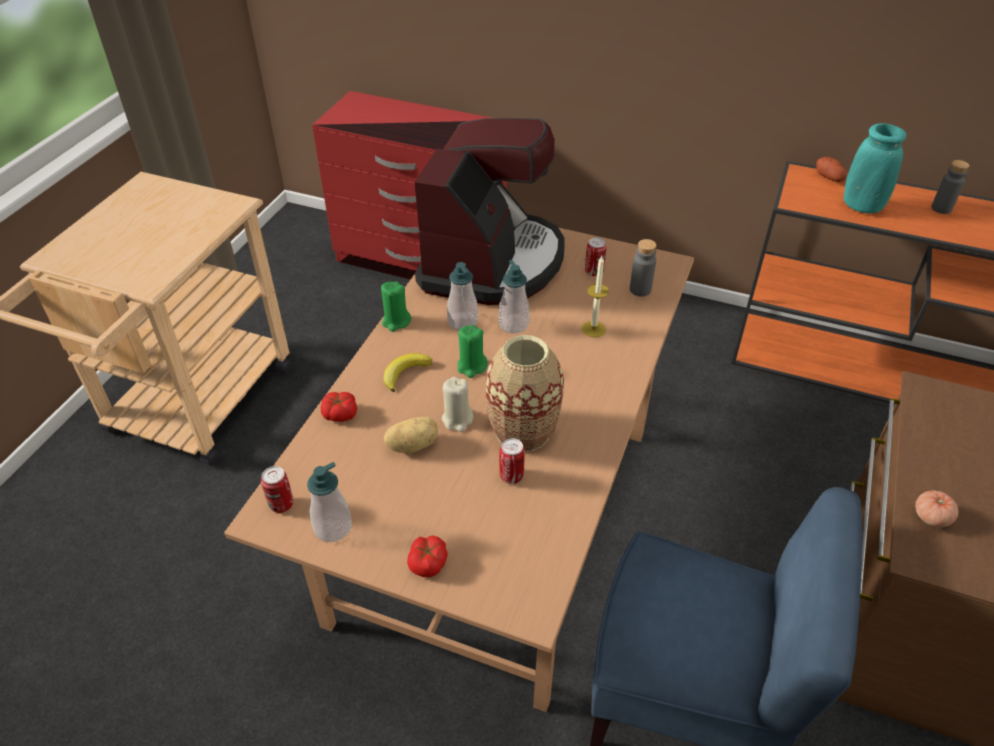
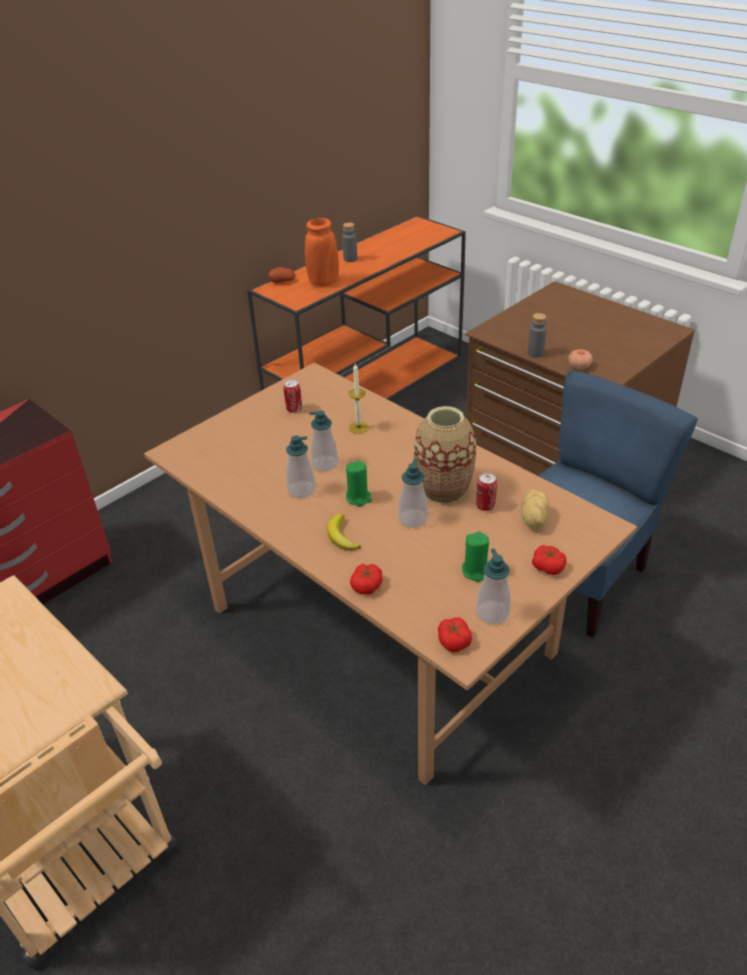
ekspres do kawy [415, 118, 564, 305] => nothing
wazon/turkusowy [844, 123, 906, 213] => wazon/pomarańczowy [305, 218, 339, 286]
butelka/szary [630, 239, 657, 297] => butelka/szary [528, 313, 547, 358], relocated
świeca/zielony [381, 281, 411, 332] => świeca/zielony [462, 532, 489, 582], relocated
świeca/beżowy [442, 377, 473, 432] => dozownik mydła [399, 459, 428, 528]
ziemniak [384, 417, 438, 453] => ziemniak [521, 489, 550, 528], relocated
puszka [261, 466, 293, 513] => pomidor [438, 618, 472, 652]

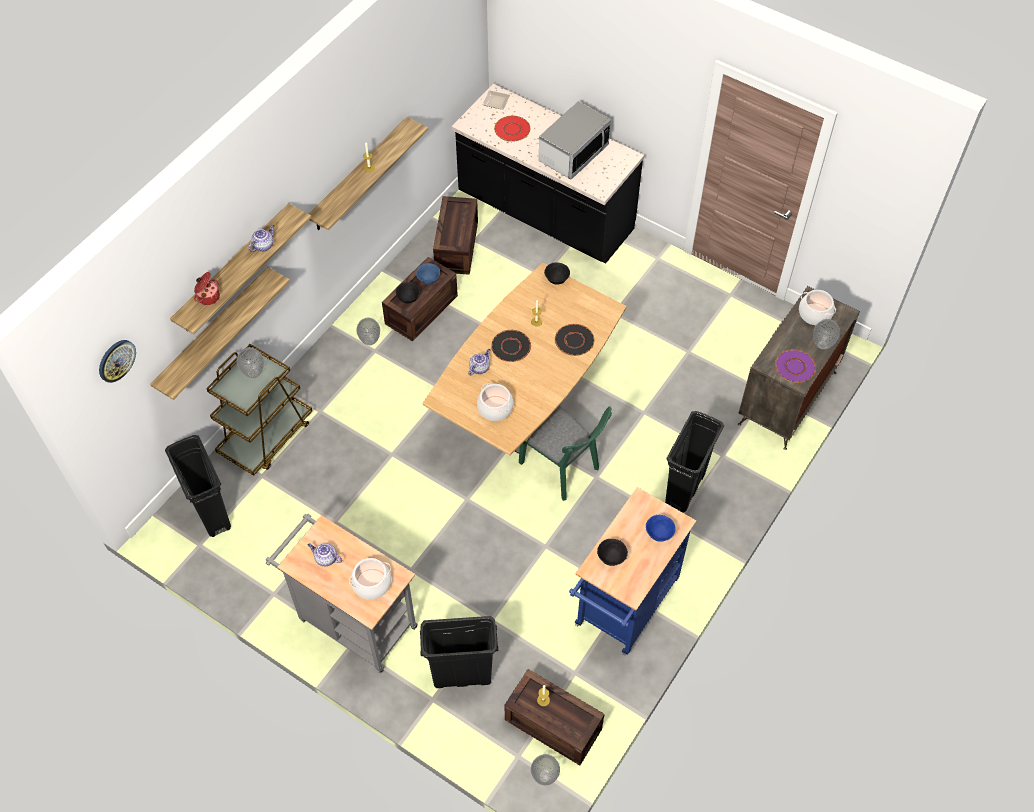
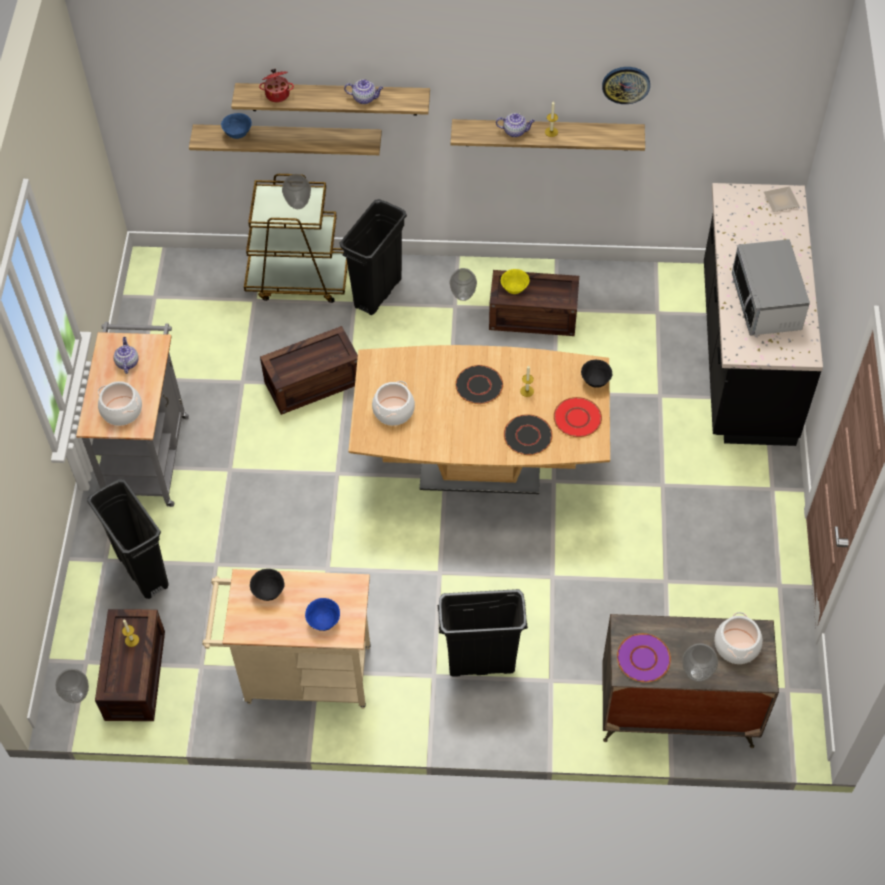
mikrofalówka [539, 101, 611, 179] => mikrofalówka [732, 239, 810, 336], 75 degrees clockwise
talerz/czerwony [494, 116, 530, 142] => talerz/czerwony [553, 397, 602, 437], relocated
skrzynka [433, 196, 478, 275] => skrzynka [260, 326, 358, 415], relocated
miska/niebieski [416, 263, 440, 285] => miska/niebieski [221, 113, 252, 139], relocated
miska/czarny [396, 282, 420, 303] => miska/żółty [501, 269, 530, 294]
zegar ścienny [99, 340, 136, 383] => zegar ścienny [602, 67, 650, 104], relocated
imbryk [468, 349, 490, 375] => imbryk [496, 113, 535, 137], relocated
krzesło/zielony [519, 406, 612, 501] => nothing
kosz na śmieci/czarny [165, 435, 231, 537] => kosz na śmieci/czarny [340, 199, 407, 315], relocated
wózek/niebieski [569, 487, 696, 655] => wózek/beżowy [202, 569, 370, 708]

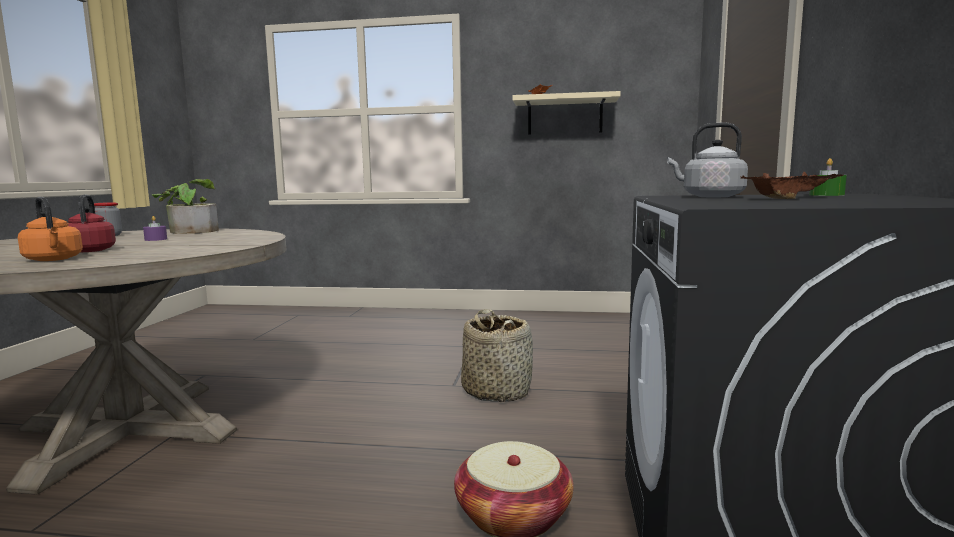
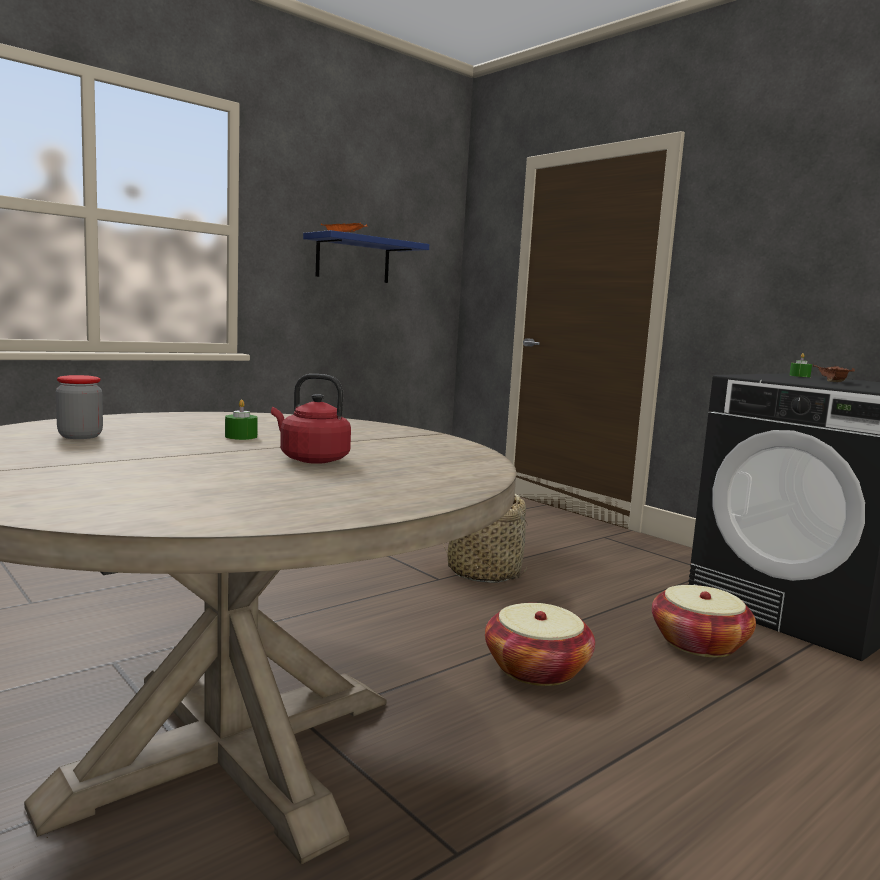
półka/beżowy [512, 91, 621, 135] => półka/niebieski [303, 230, 429, 283]
czajnik/szary [667, 122, 748, 197] => nothing
roślina doniczkowa [152, 179, 219, 234] => nothing
czajnik/pomarańczowy [18, 197, 83, 261] => nothing
świeca/fioletowy [143, 216, 167, 241] => świeca/zielony [225, 400, 258, 440]
nothing => koszyk [485, 603, 595, 686]

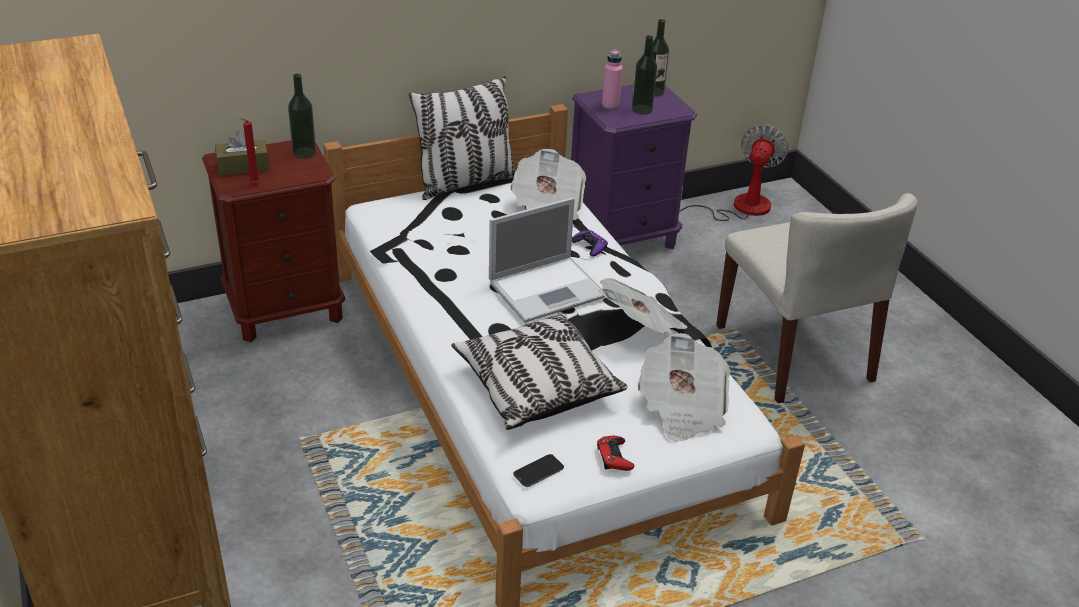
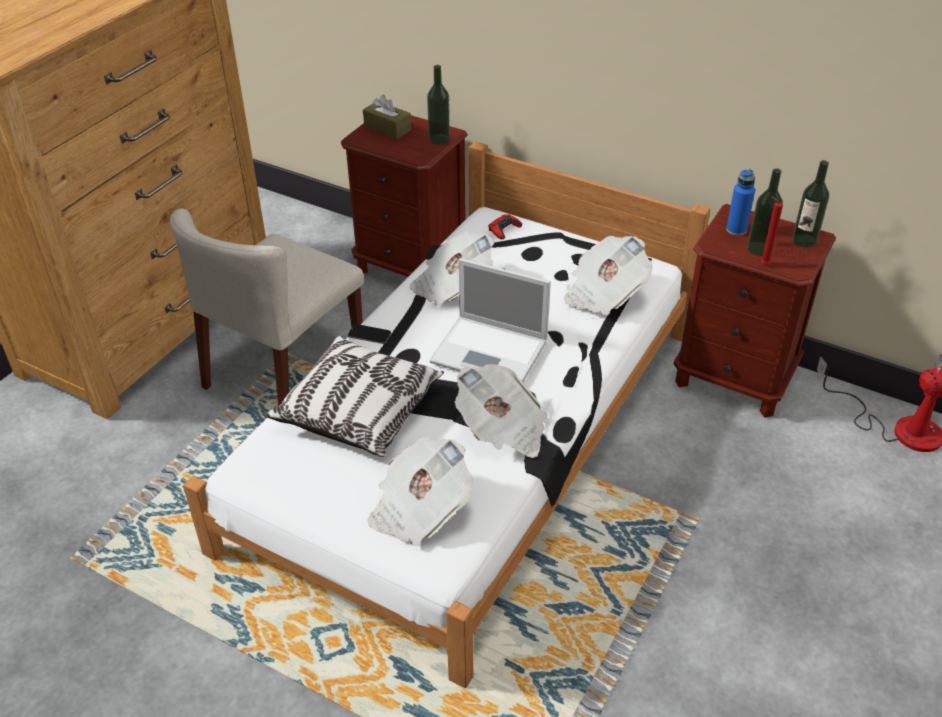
butelka/różowy [602, 49, 623, 110] => butelka/niebieski [726, 169, 755, 236]
poduszka [409, 76, 516, 200] => nothing
szafka nocna/fioletowy [571, 84, 697, 249] => szafka nocna/brązowy [674, 204, 836, 418]
świeca/czerwony [239, 118, 260, 184] => świeca/czerwony [761, 196, 783, 264], relocated
krzesło/beżowy [716, 193, 918, 403] => krzesło/beżowy [170, 209, 364, 406], relocated
pad do gier/fioletowy [572, 230, 608, 257] => nothing
pad do gier/czerwony [597, 436, 634, 471] => pad do gier/czerwony [489, 214, 522, 239], relocated
telefon [513, 454, 564, 487] => telefon [348, 324, 391, 344], relocated
nothing => gazeta [410, 231, 494, 306]

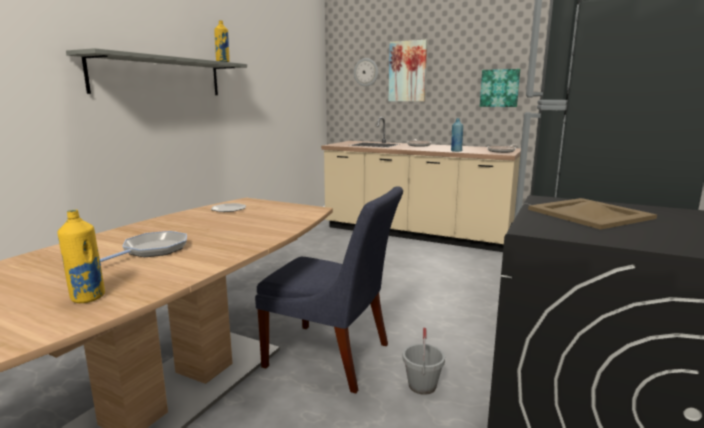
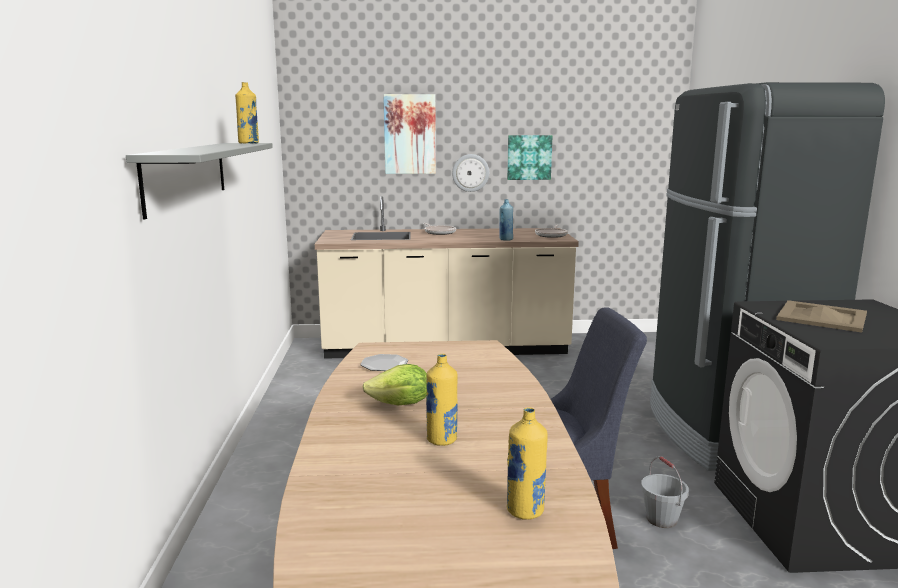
zegar ścienny [354, 58, 378, 86] => zegar ścienny [452, 154, 489, 192], relocated
patelnia [100, 231, 187, 262] => butelka/żółty [426, 354, 458, 446]
nothing => sałata [362, 364, 427, 405]

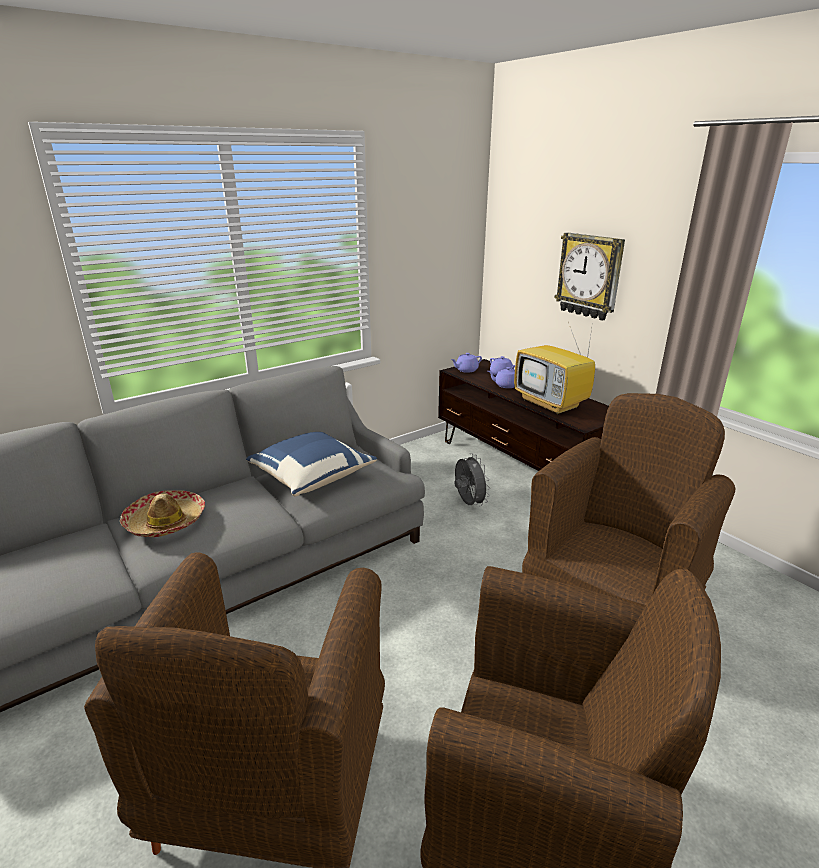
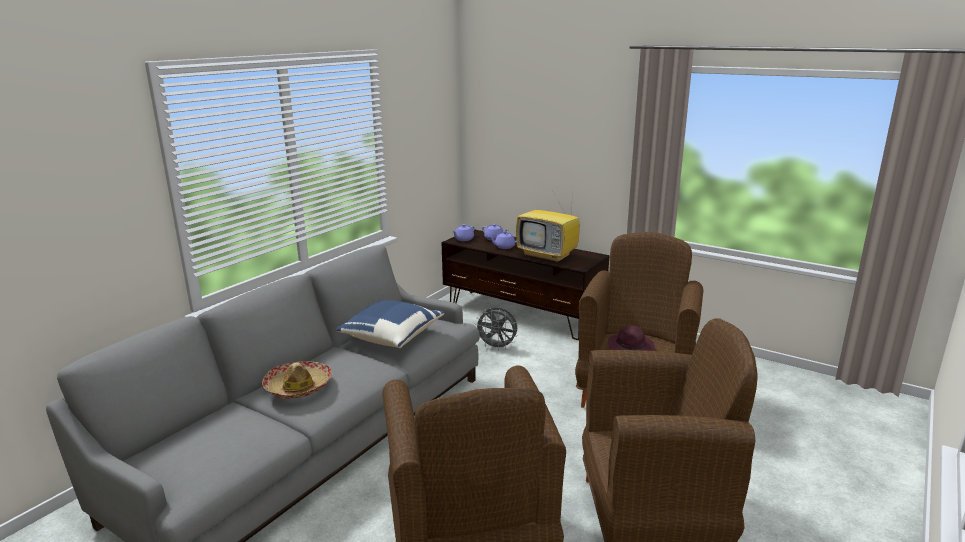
zegar ścienny [554, 232, 625, 321] => nothing
wentylator/szary [454, 453, 490, 507] => wentylator/szary [474, 308, 518, 350], 150 degrees clockwise
nothing => kapelusz/fioletowy [608, 326, 655, 351]

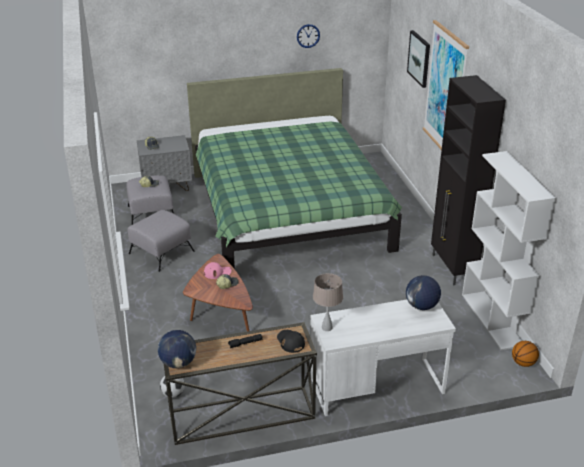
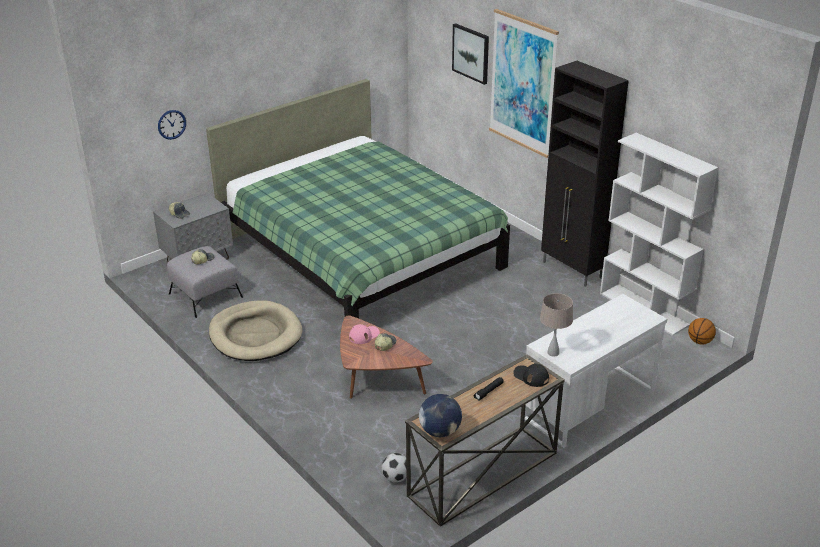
zegar ścienny [297, 24, 320, 48] => zegar ścienny [158, 110, 186, 140], relocated
pufa/szary [127, 210, 195, 272] => legowisko/beżowy [209, 301, 302, 361]
globus [406, 275, 441, 310] => nothing

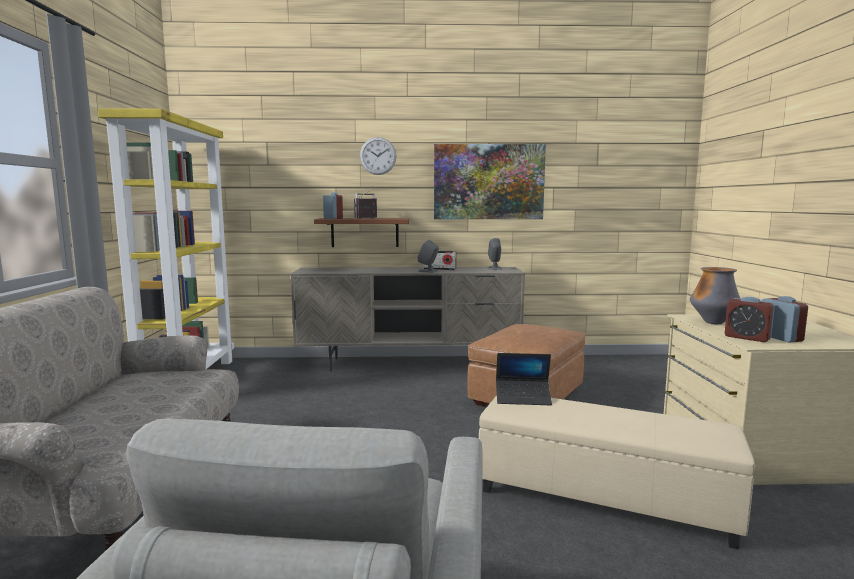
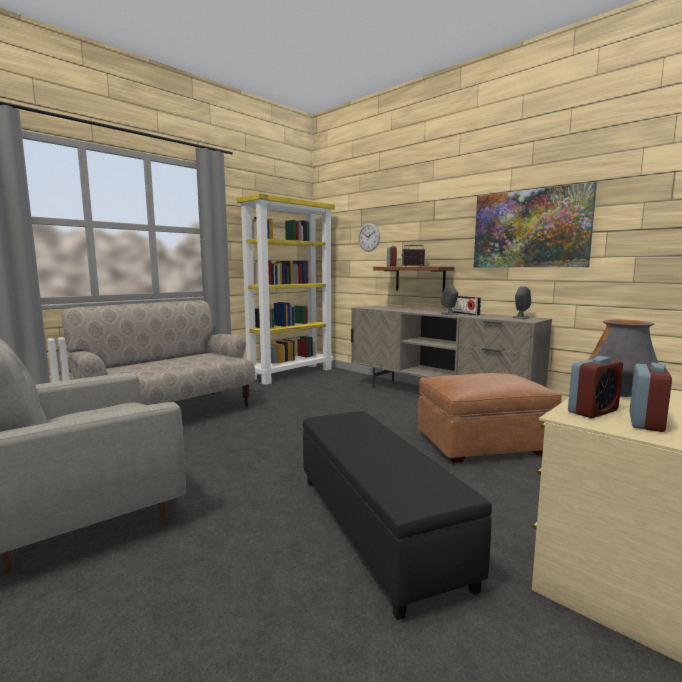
zegar ścienny [360, 137, 397, 175] => zegar ścienny [358, 223, 380, 252], relocated
budzik [725, 297, 775, 342] => budzik [568, 356, 623, 418], 120 degrees counterclockwise
laptop [496, 353, 552, 405] => nothing
pufa/beżowy [479, 395, 755, 549] => pufa/czarny [303, 411, 492, 620]

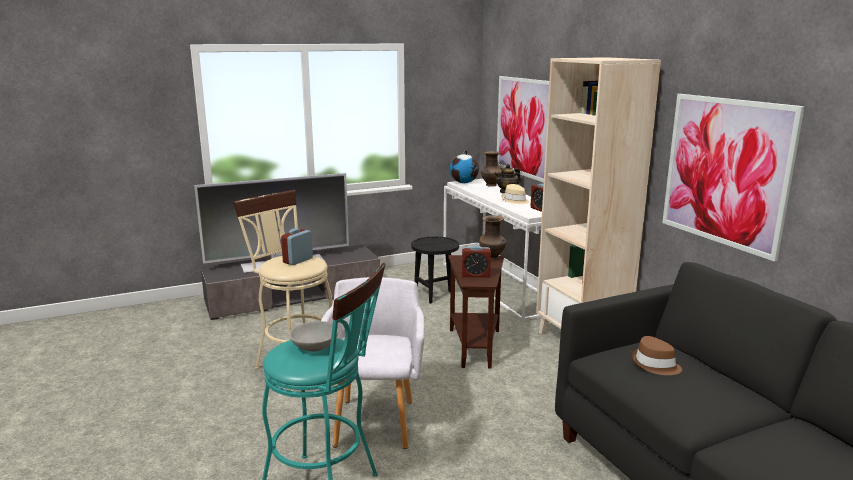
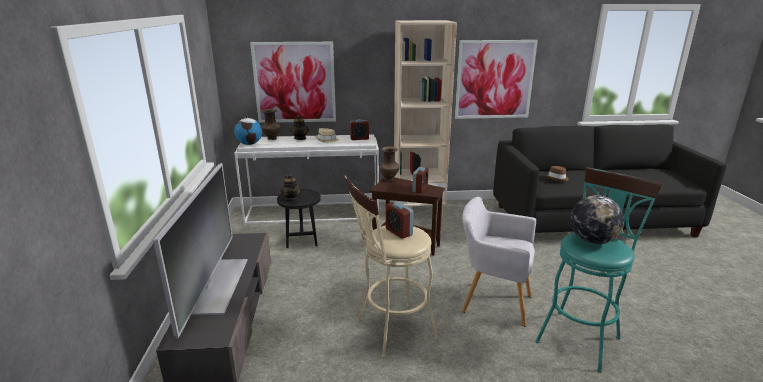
miska/szary [289, 321, 339, 352] => globus [570, 195, 624, 244]
nothing => imbryk [280, 174, 301, 202]

